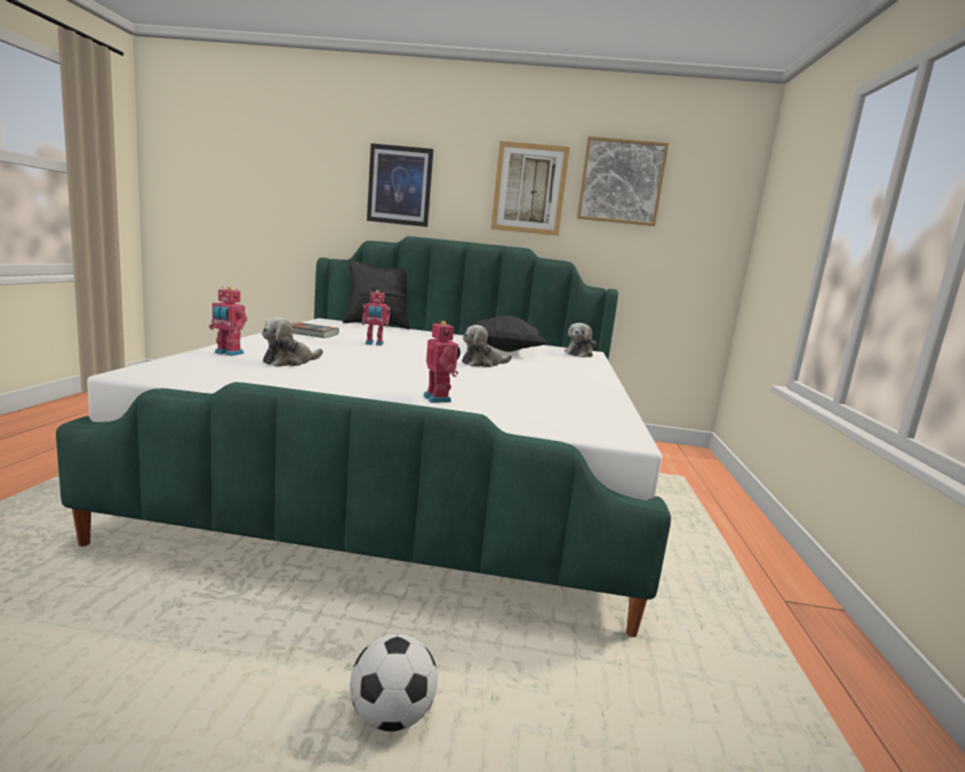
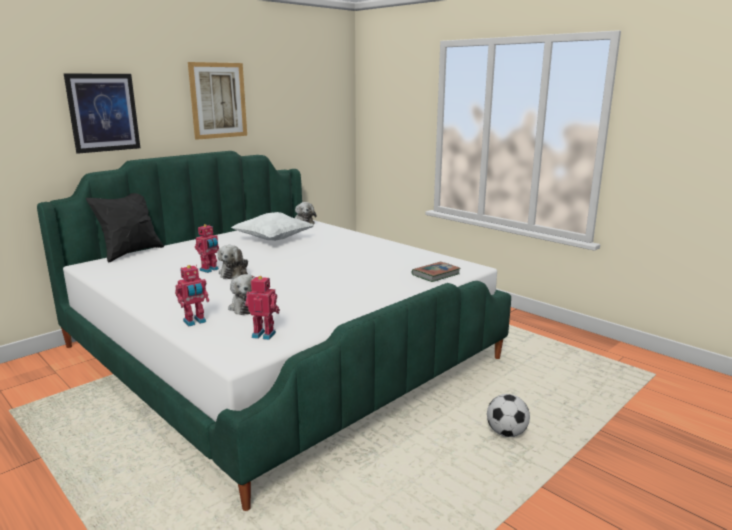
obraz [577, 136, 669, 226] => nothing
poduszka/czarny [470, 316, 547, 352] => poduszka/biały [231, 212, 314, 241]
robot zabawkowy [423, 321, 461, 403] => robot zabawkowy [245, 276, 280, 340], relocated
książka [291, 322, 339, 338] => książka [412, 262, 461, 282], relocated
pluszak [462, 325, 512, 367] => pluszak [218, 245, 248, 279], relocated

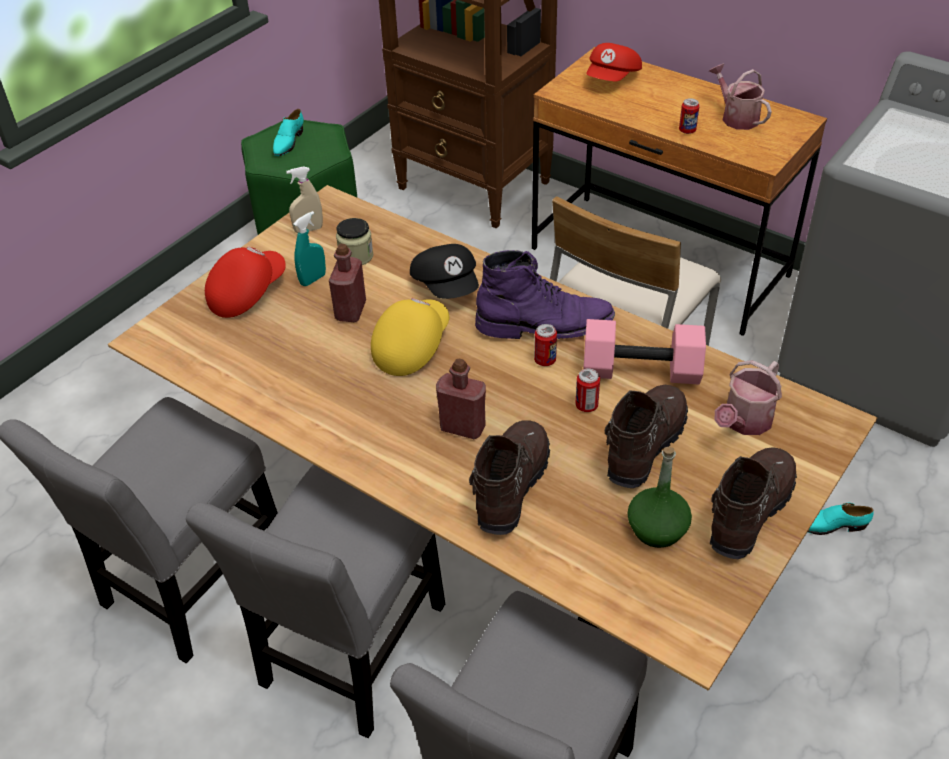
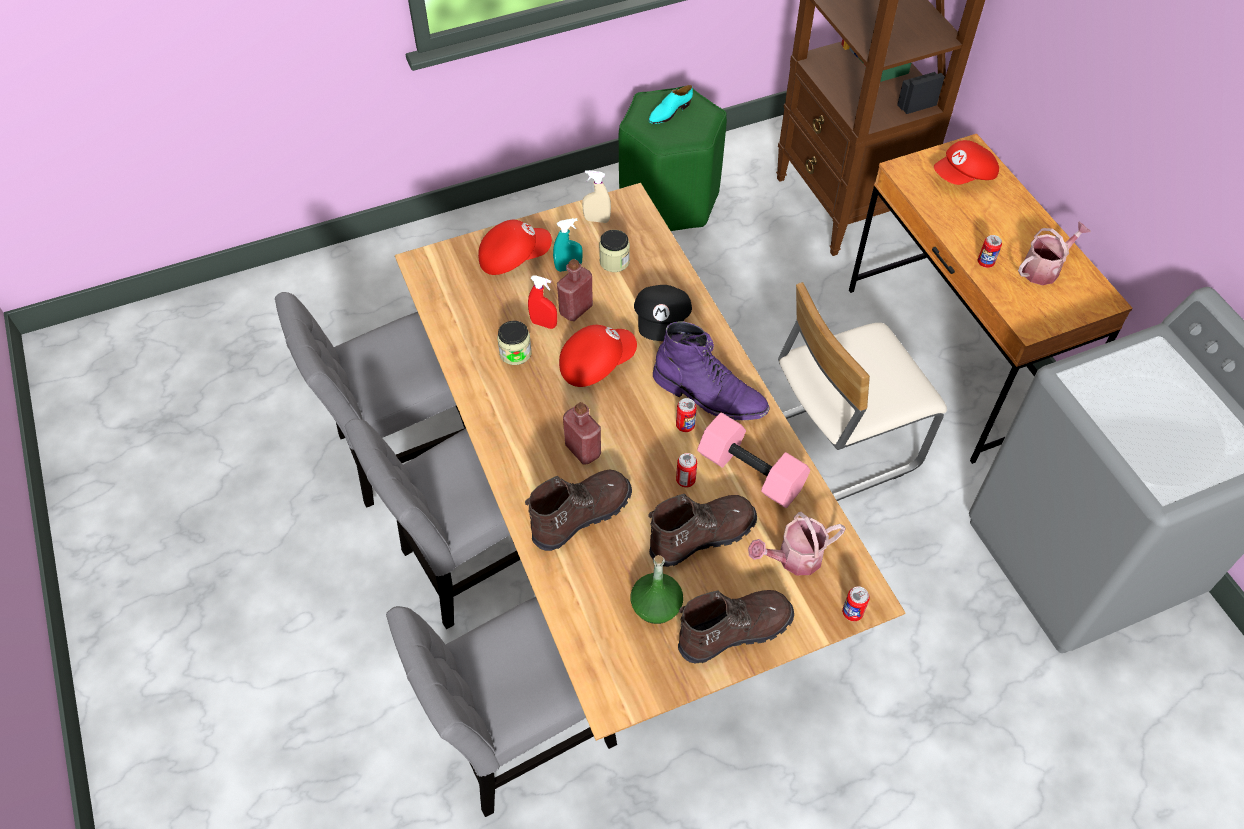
konewka [709, 64, 772, 130] => konewka [1018, 222, 1091, 285], 60 degrees clockwise
czapka z daszkiem/żółty [371, 298, 449, 376] => czapka z daszkiem/czerwony [559, 325, 637, 387]
but/turkusowy [808, 502, 874, 535] => nothing
nothing => spryskiwacz/czerwony [528, 275, 557, 329]
nothing => słoik [497, 321, 532, 365]
nothing => puszka [842, 586, 870, 621]

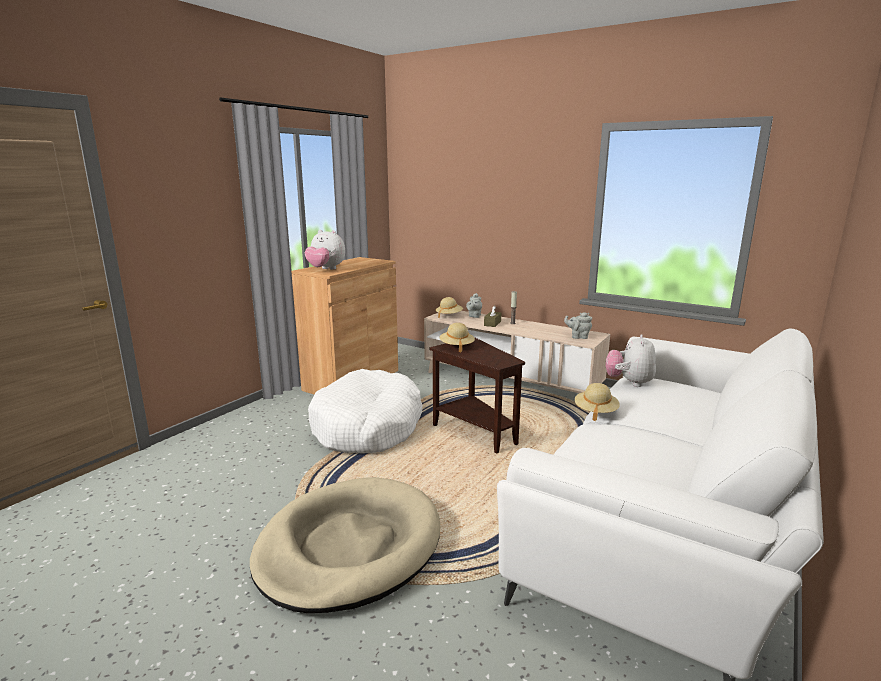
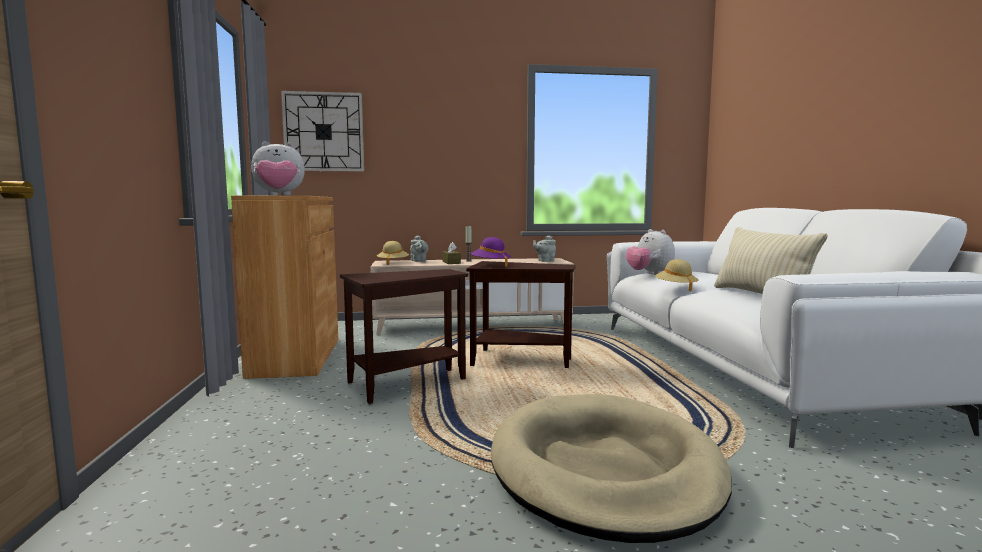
kapelusz/beżowy [440, 323, 475, 352] => kapelusz/fioletowy [470, 237, 511, 267]
legowisko/biały [308, 369, 423, 454] => stolik/brązowy [340, 269, 468, 404]
nothing => zegar ścienny [281, 91, 364, 171]
nothing => poduszka/beżowy [714, 227, 828, 294]

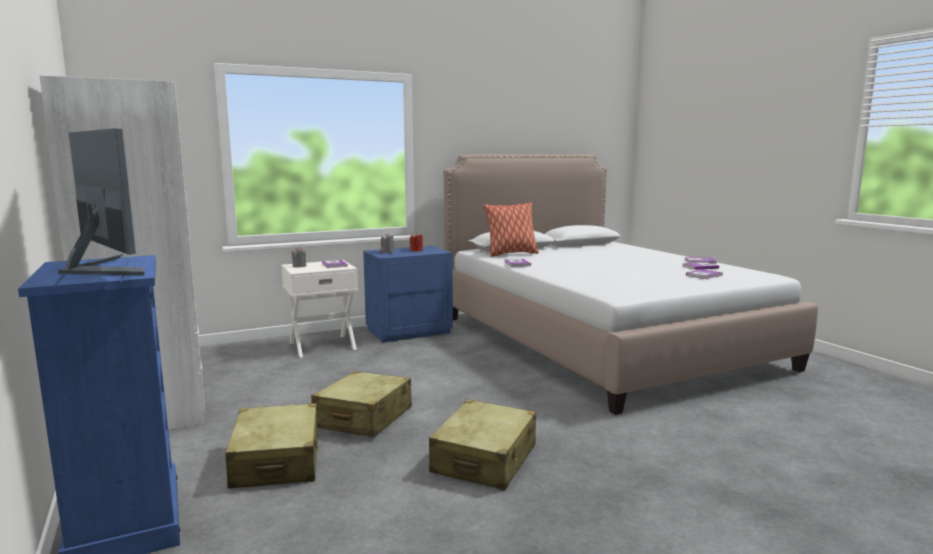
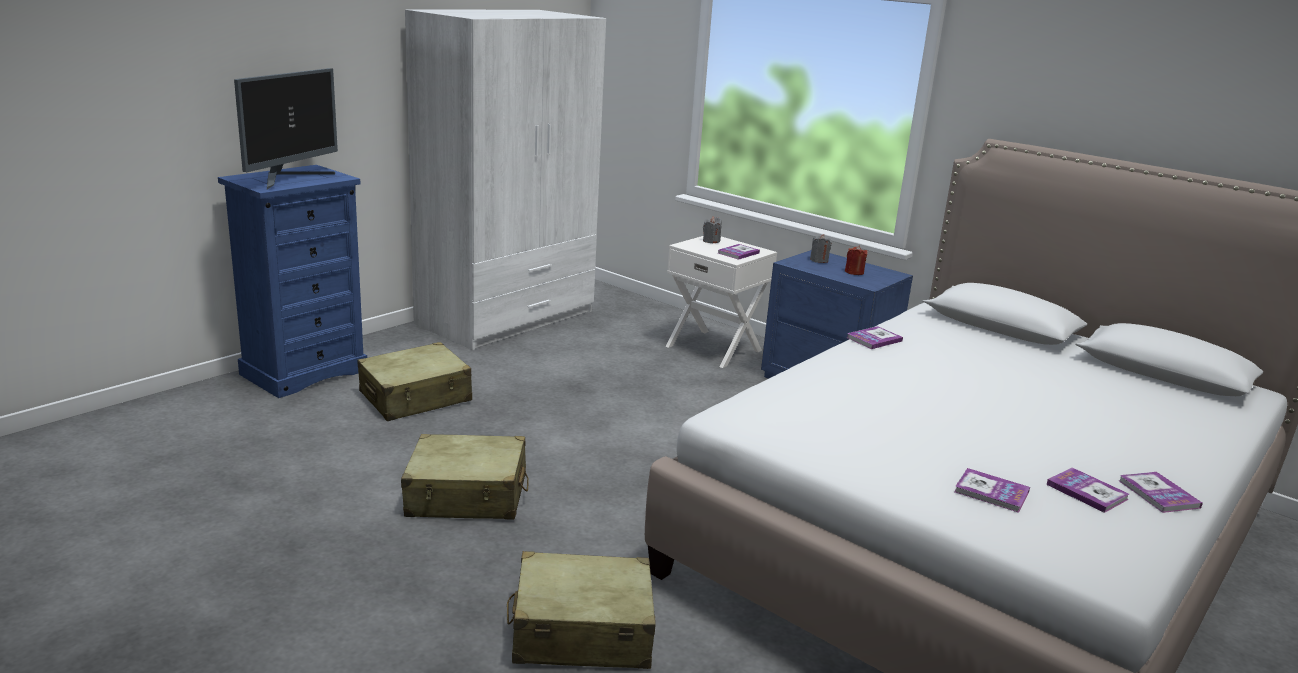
poduszka [483, 202, 539, 257] => nothing
walizka/beżowy [311, 371, 412, 437] => walizka/beżowy [507, 551, 656, 669], relocated

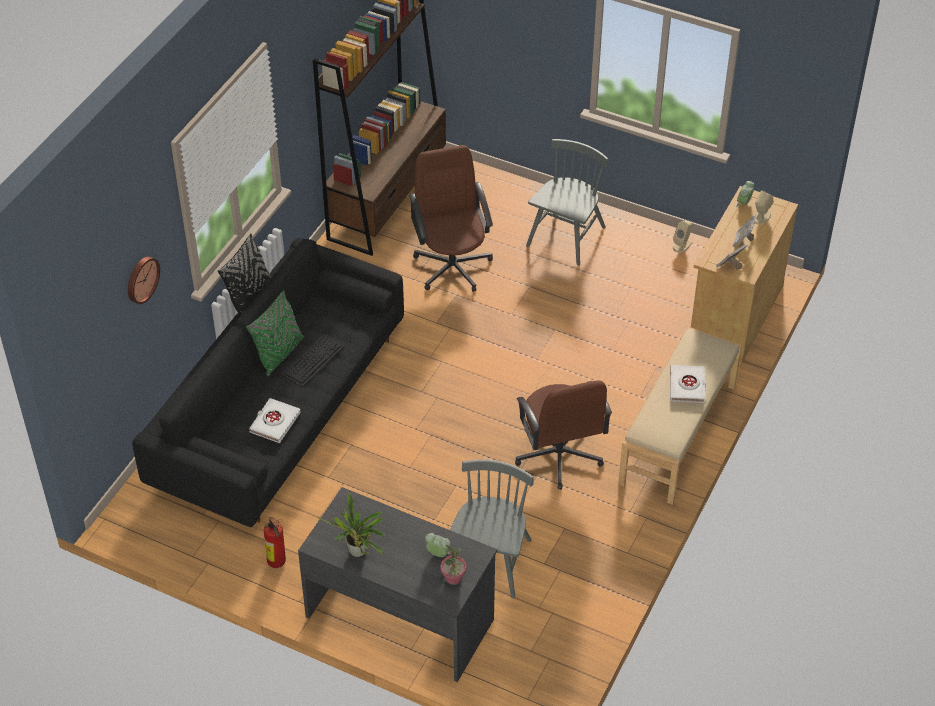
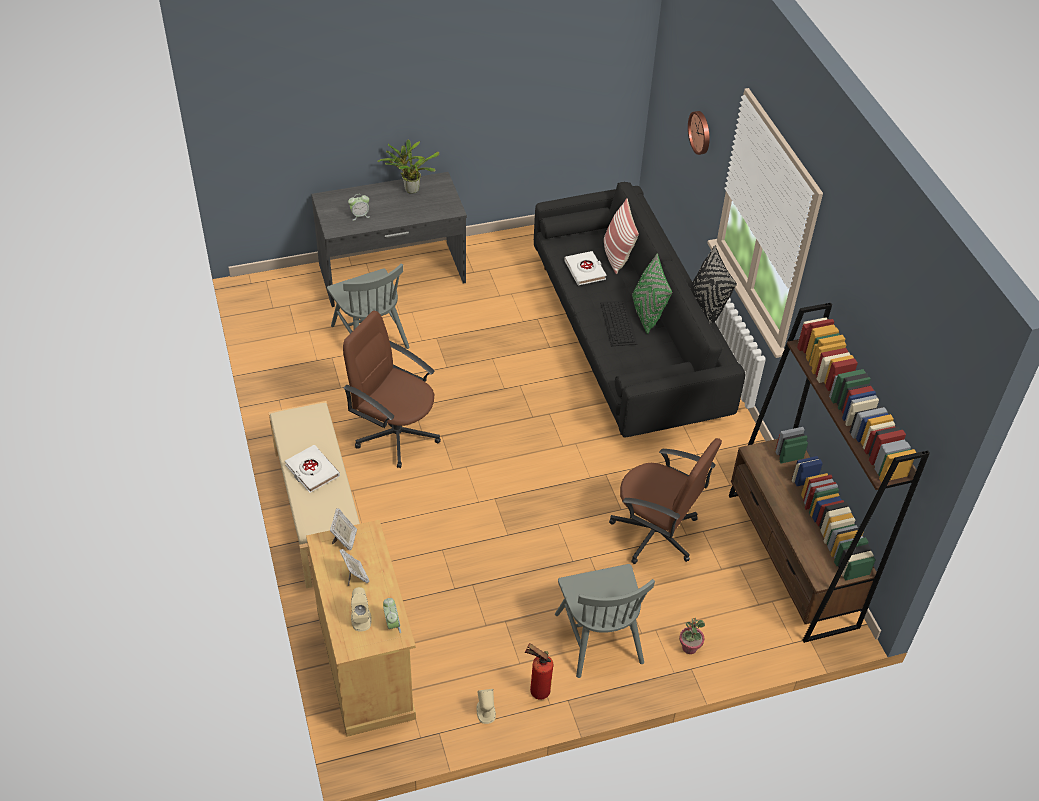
gaśnica [264, 517, 286, 568] => gaśnica [525, 643, 553, 700], relocated
roślina doniczkowa [440, 545, 466, 585] => roślina doniczkowa [679, 618, 705, 654], relocated
nothing => poduszka [604, 198, 639, 274]

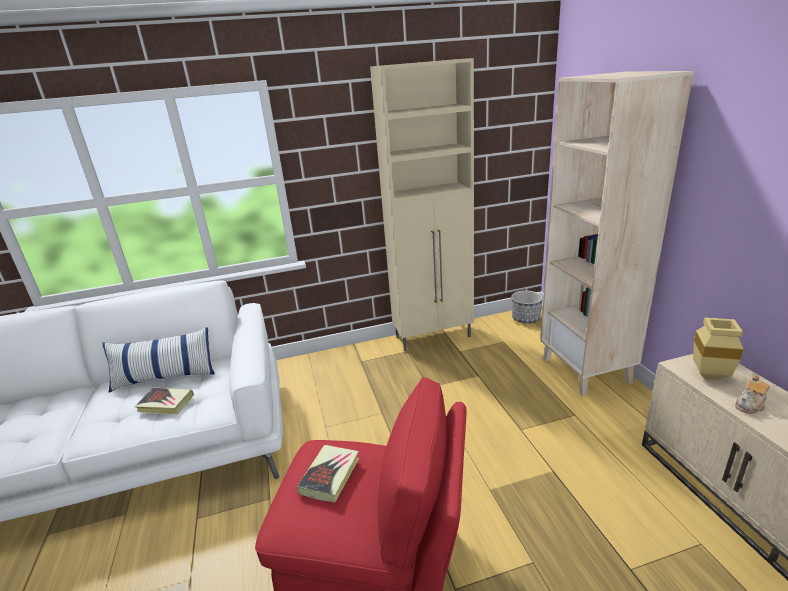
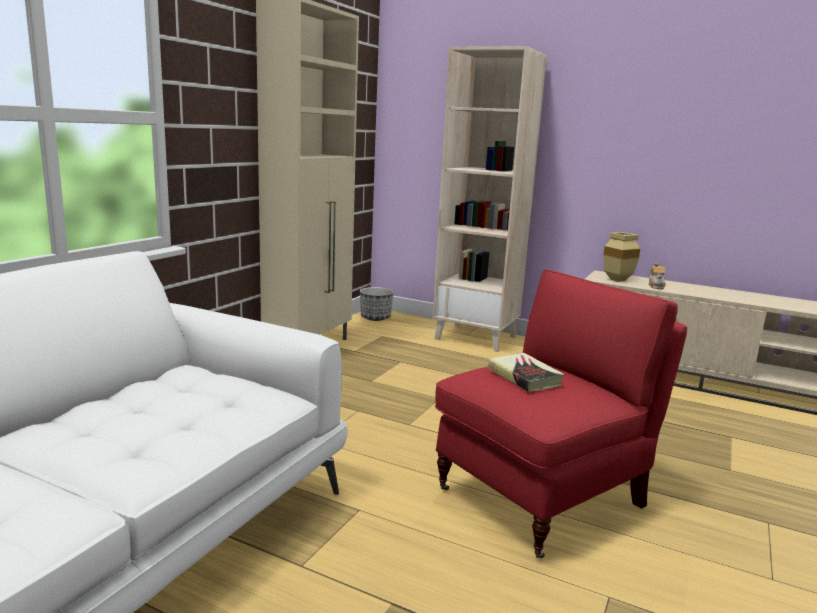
poduszka [103, 327, 215, 392] => nothing
książka [134, 388, 194, 414] => nothing

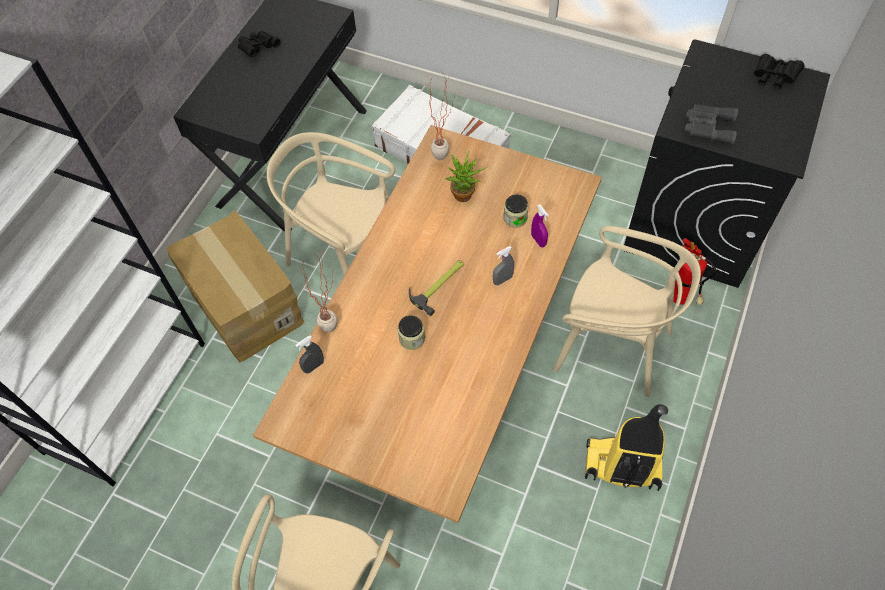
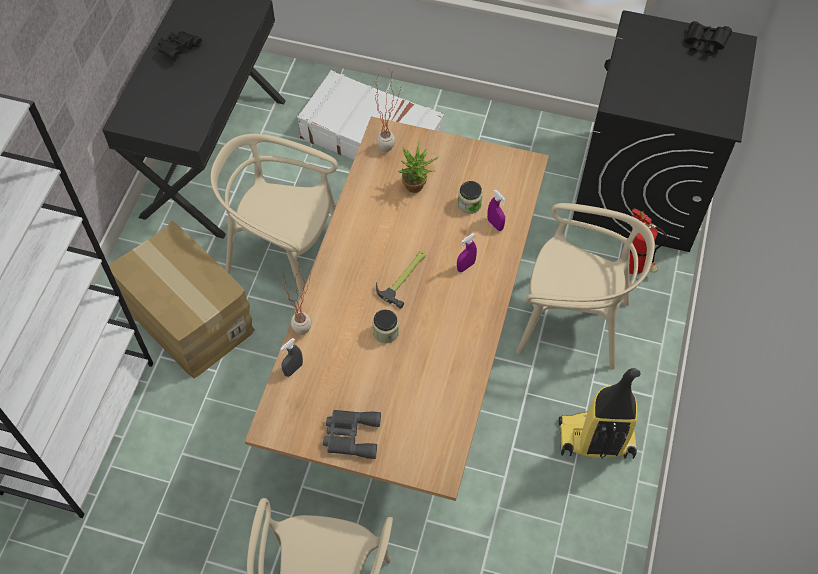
lornetka/szary [685, 104, 738, 145] => lornetka/szary [323, 410, 381, 459], relocated
spryskiwacz/szary [493, 246, 514, 285] => spryskiwacz/fioletowy [457, 233, 477, 272]

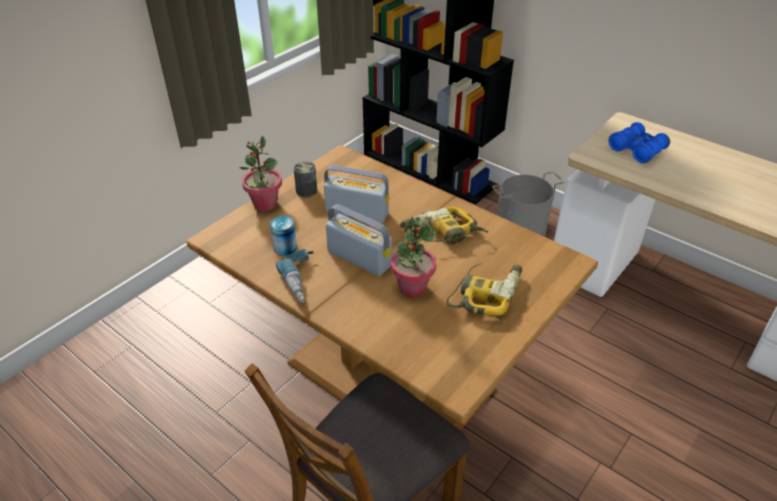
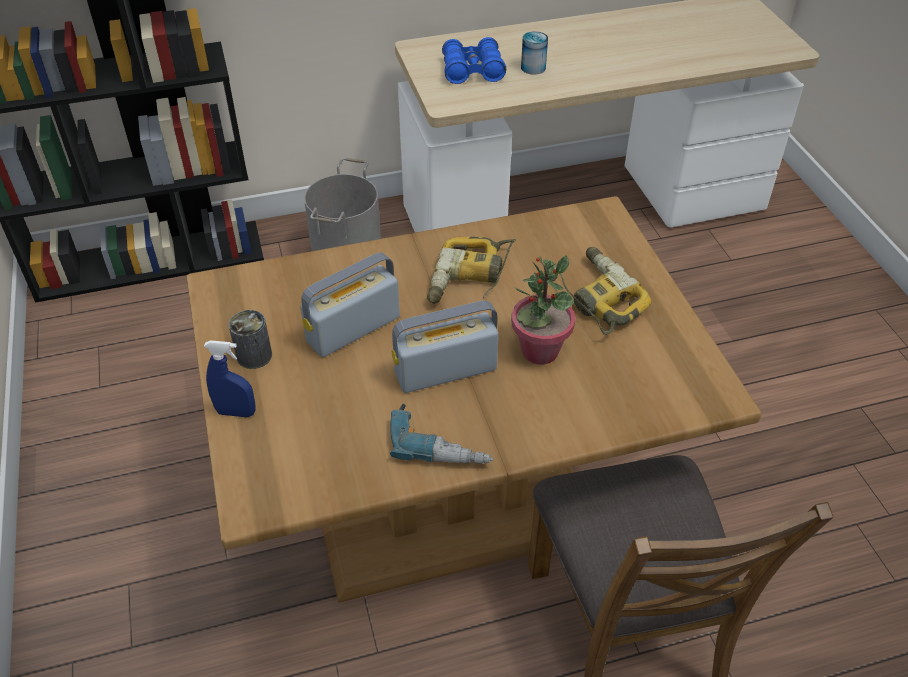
roślina doniczkowa [240, 135, 282, 211] => spryskiwacz/niebieski [204, 340, 256, 417]
puszka [270, 216, 297, 256] => puszka [521, 31, 548, 74], relocated

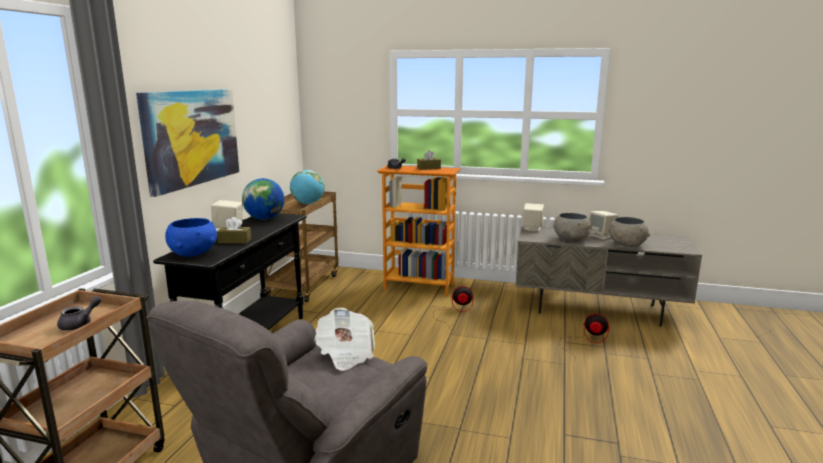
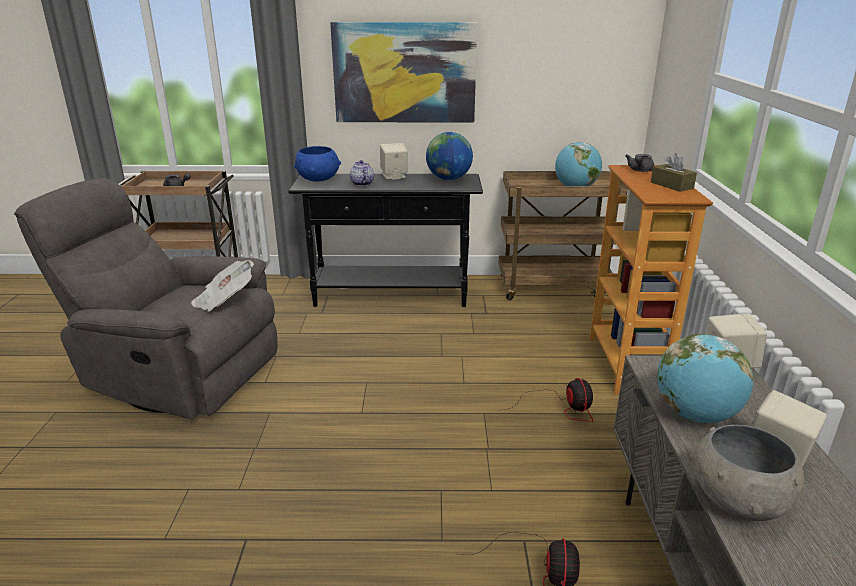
miska/szary [554, 213, 591, 242] => globus [657, 334, 754, 423]
pudełko chusteczek/brązowy [217, 217, 251, 244] => imbryk [350, 160, 374, 186]

